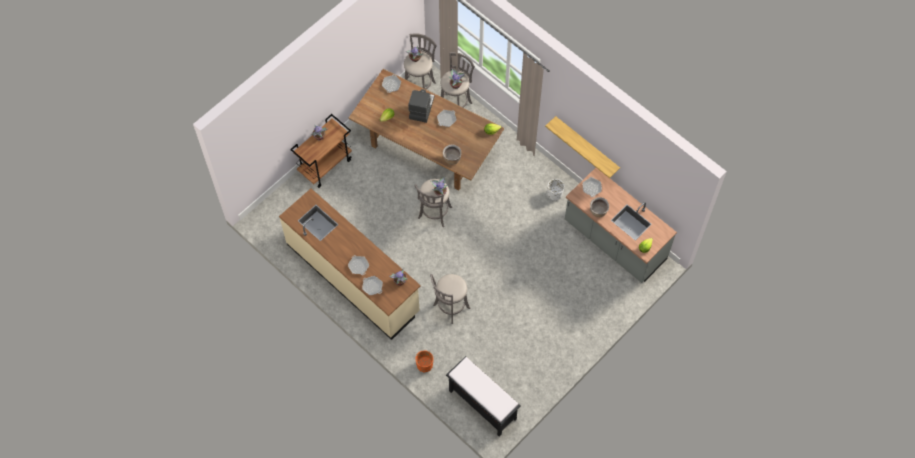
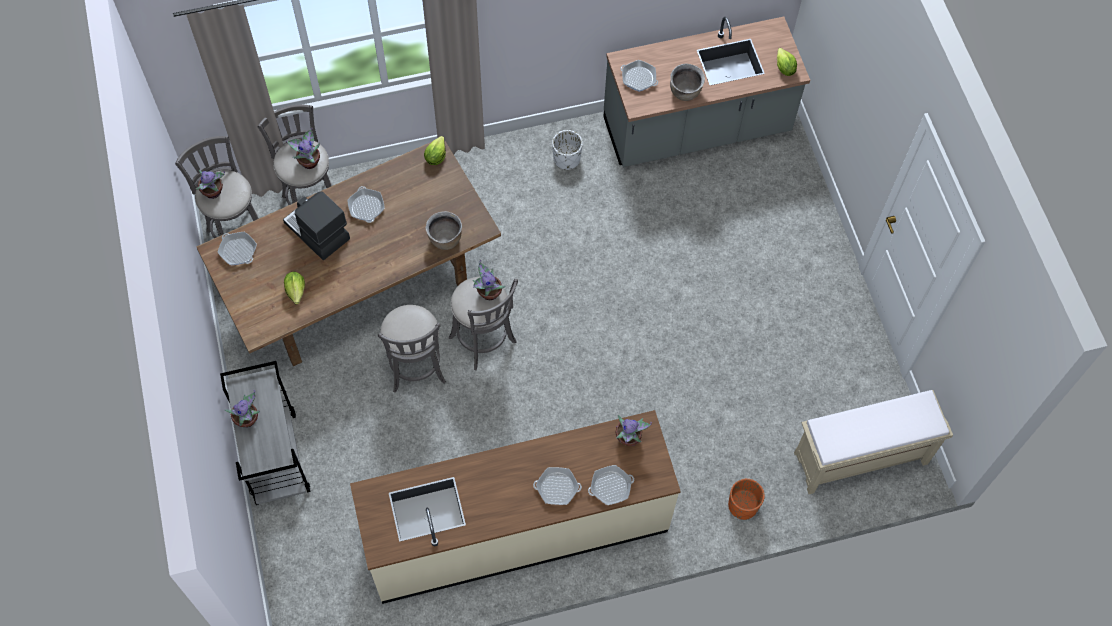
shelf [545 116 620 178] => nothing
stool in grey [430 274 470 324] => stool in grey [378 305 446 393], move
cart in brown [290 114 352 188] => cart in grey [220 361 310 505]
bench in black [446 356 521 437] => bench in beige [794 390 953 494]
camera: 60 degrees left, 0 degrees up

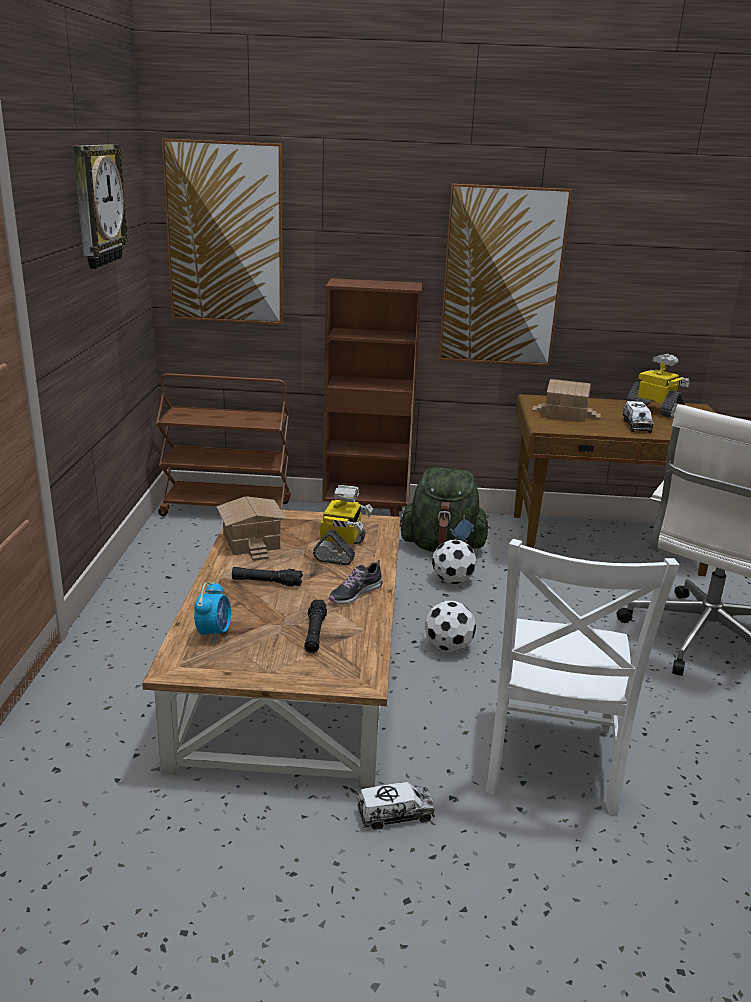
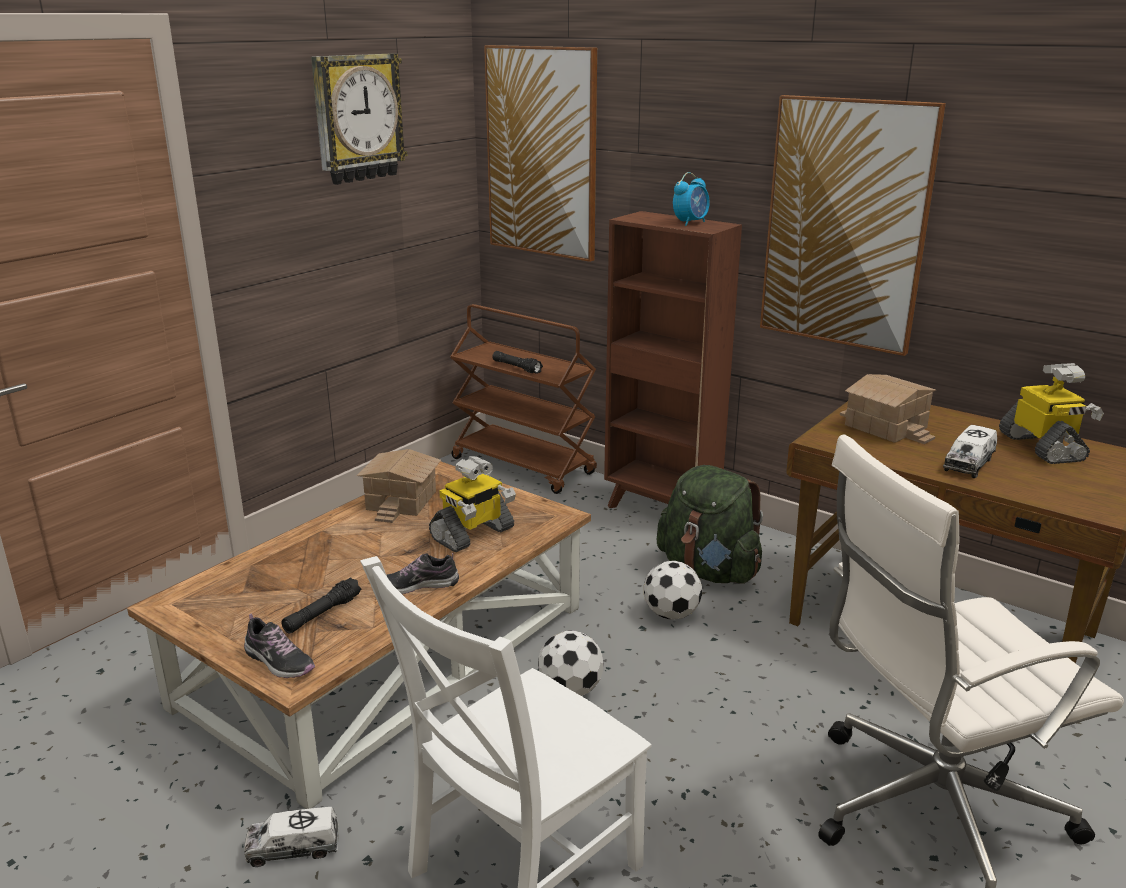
nothing => shoe [244 613 315 678]
alarm clock [194 581 231 644] => alarm clock [673 172 710 226], move
flashlight in black [232 567 303 587] => flashlight in black [492 351 543 374], move
toy truck [357 782 435 830] => toy truck [244 807 339 867], 150 degrees clockwise
camera: 35 degrees right, 0 degrees up

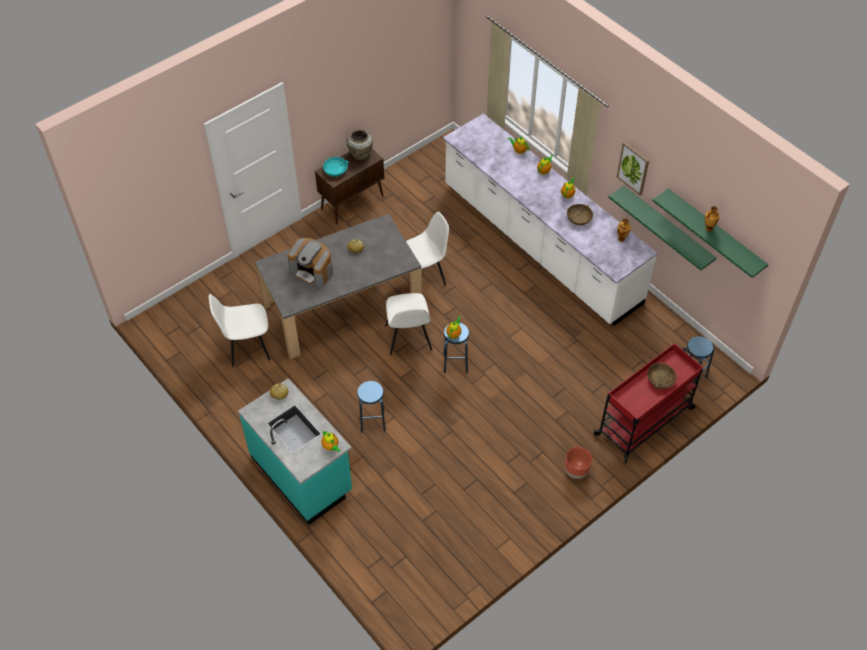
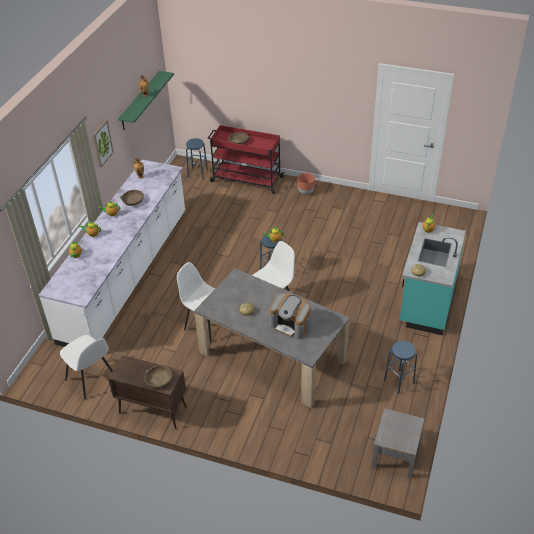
vase in beige [347 130 373 160] => nothing
shelf in green [608 186 717 271] => nothing
nothing => nightstand in grey [371 408 425 479]
chair in white [209 294 270 367] => chair in white [60 335 113 399], move
stool in blue [357 381 386 433] => stool in blue [384 341 417 393], move
bowl in turquoise [323 157 349 177] => bowl in brown [145 366 172 388]
coffee machine [288 238 333 287] => coffee machine [269 293 311 339], 120 degrees clockwise
camera: 120 degrees left, 10 degrees down

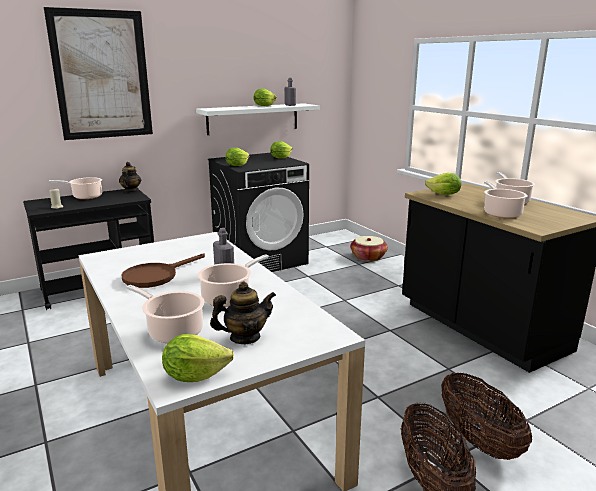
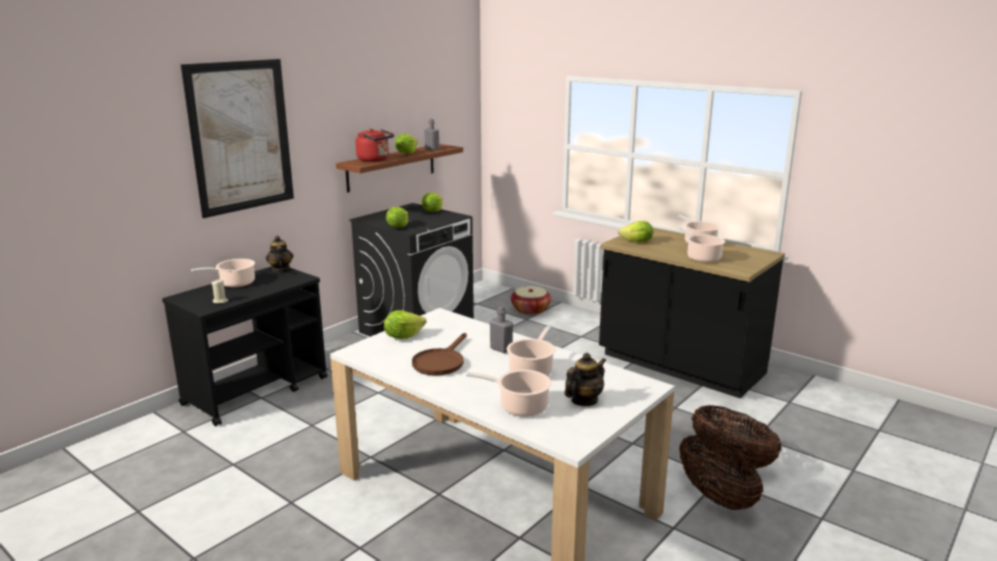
nothing => kettle in red [356 129 394 162]
lettuce [162 334 234 382] => lettuce [384 310 426 339], move
shelf in white [196 103 319 135] => shelf in brown [336 144 463 192]
camera: 20 degrees left, 0 degrees up

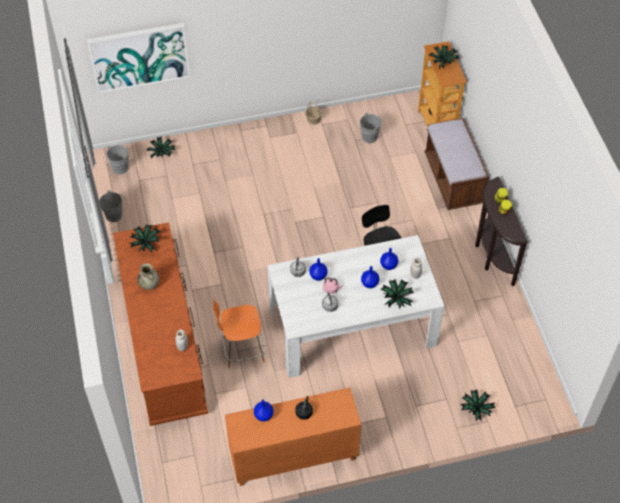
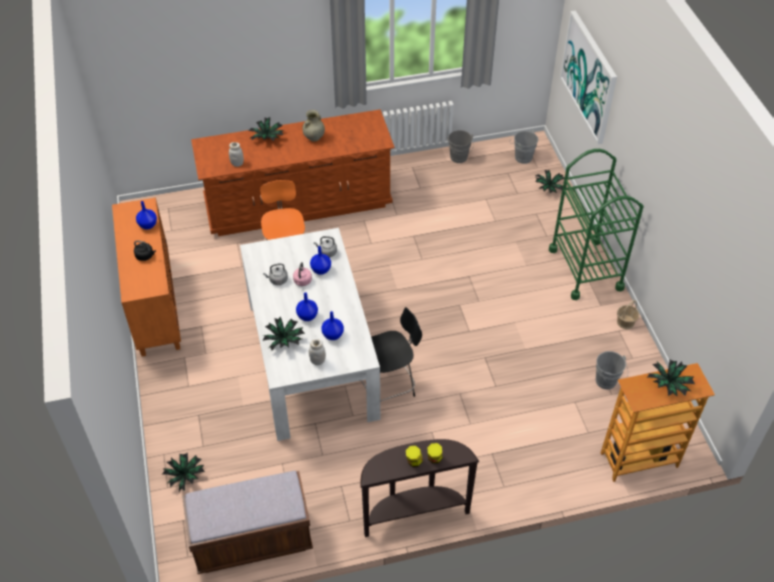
nothing => cart in green [549 149 643 300]
potted plant [129 225 161 253] => potted plant [248 117 284 141], move
bench in brown [424 118 489 210] => bench in brown [182 471 313 574], move
camera: 90 degrees right, 5 degrees down

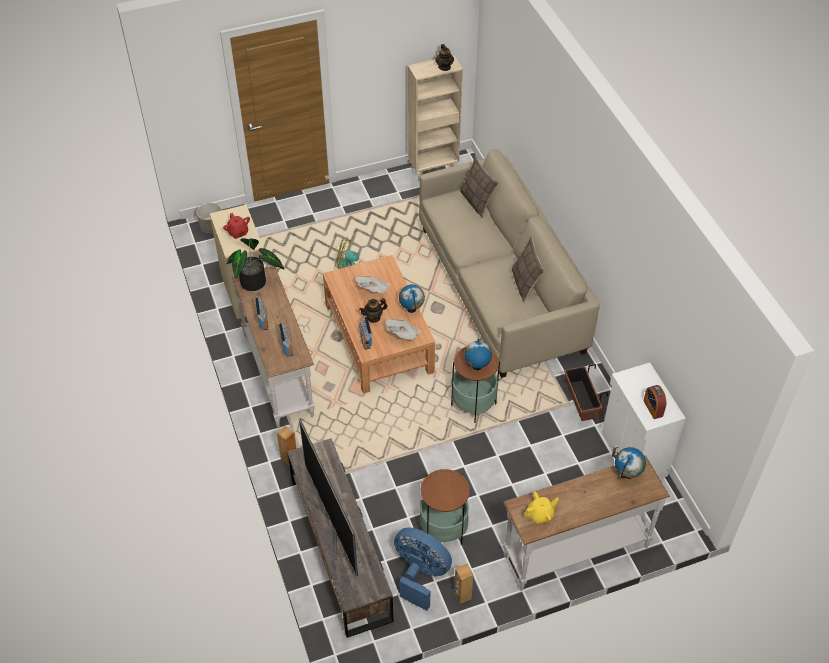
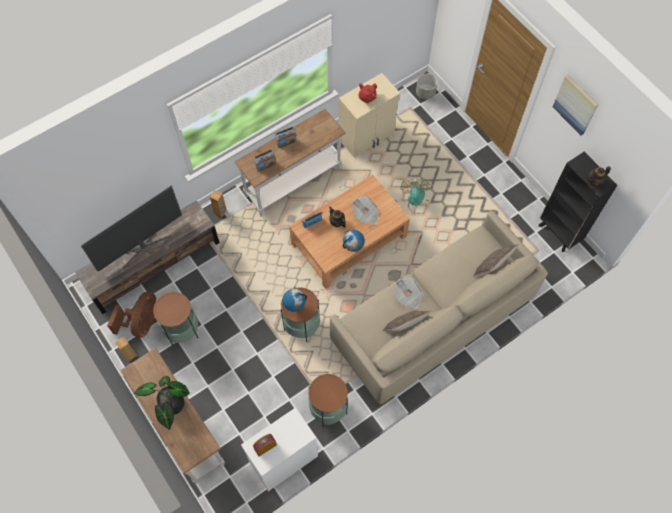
teapot in yellow [524 491 559 524] => nothing
globe [615 447 646 479] => nothing
nothing => picture [553 75 598 136]
potted plant [227 238 284 291] => potted plant [134 376 190 430], move
newspaper [385 318 422 340] => newspaper [394 277 423 309], move
planter [564 364 608 421] => side table [309 374 348 427]
fan in blue [394 527 452 611] => fan in brown [107 292 156 338]
bookcase in beige [408 55 463 181] => bookcase in black [539 152 617 252]
camera: 75 degrees right, 15 degrees up

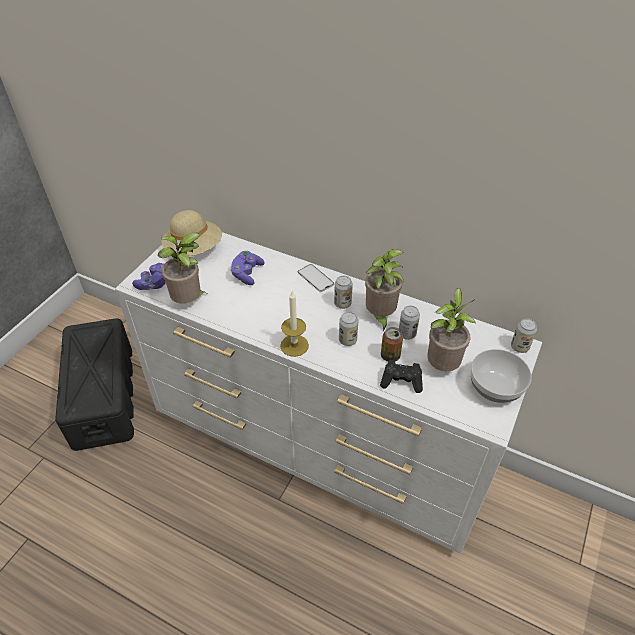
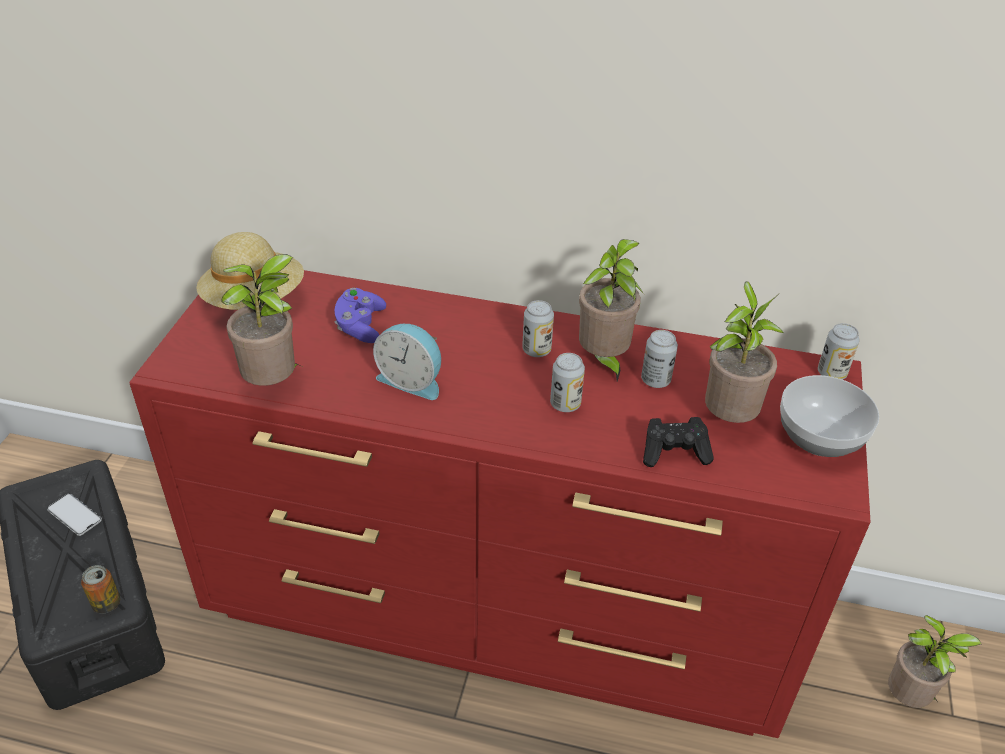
game controller in purple [132 263 166 290] => nothing
candle [280 291 309 357] => nothing
nothing => alarm clock [373 324 441 400]
nothing => potted plant [888 615 981 708]
phone [298 264 334 292] => phone [47 493 102 536], move
can [381 327 403 362] => can [81 565 120 614], move
dresser in white [115 232 542 554] => dresser in red [129 270 871 738]
camera: 15 degrees left, 5 degrees down

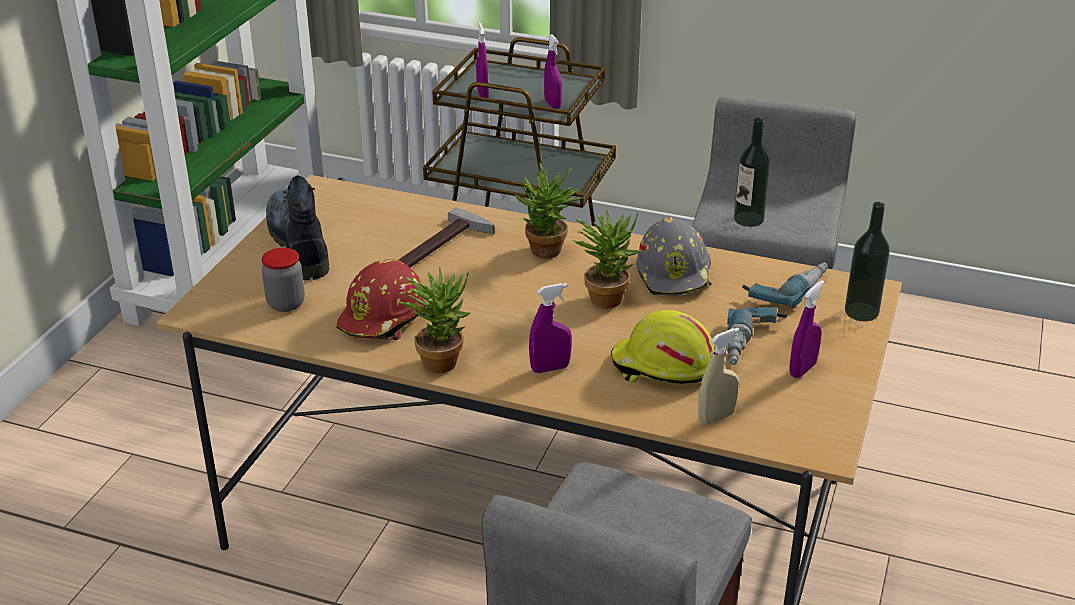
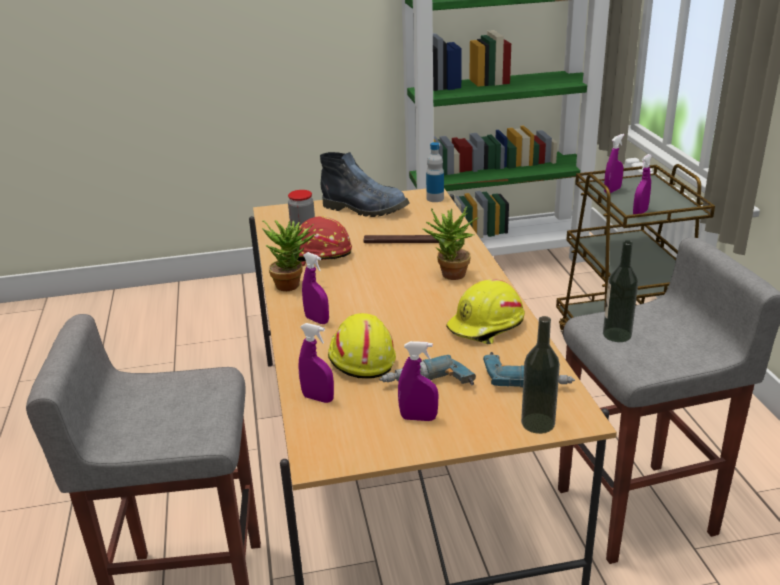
potted plant [571 209 641 309] => nothing
nothing => bottle [426 142 444 202]
hard hat in grey [636 217 712 296] => hard hat in yellow [446 279 525 345]
spray bottle in beige [698 327 740 424] => spray bottle in purple [298 323 334 403]
boot [266 175 329 280] => boot [320 152 409 217], 75 degrees clockwise
camera: 60 degrees right, 5 degrees down

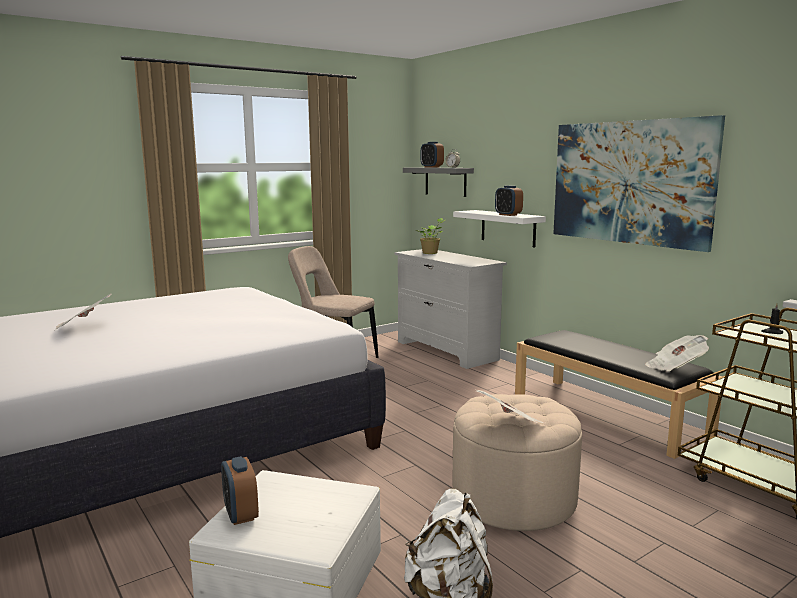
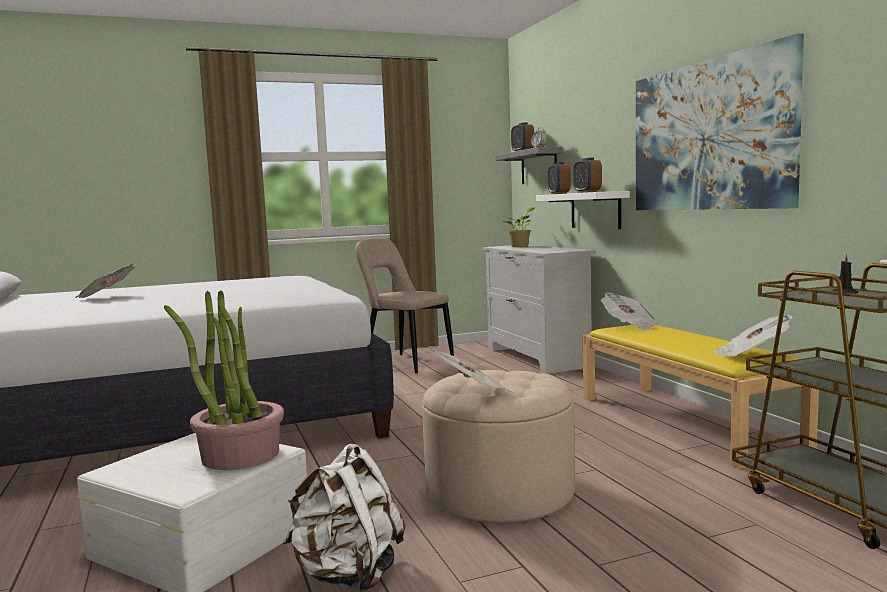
nothing => potted plant [164 290 284 470]
nothing => newspaper [601 293 658 331]
alarm clock [221 456 259 525] => alarm clock [548 162 571 194], move
bench in black [515 330 723 459] => bench in yellow [583 325 819 469]
camera: 15 degrees right, 5 degrees down

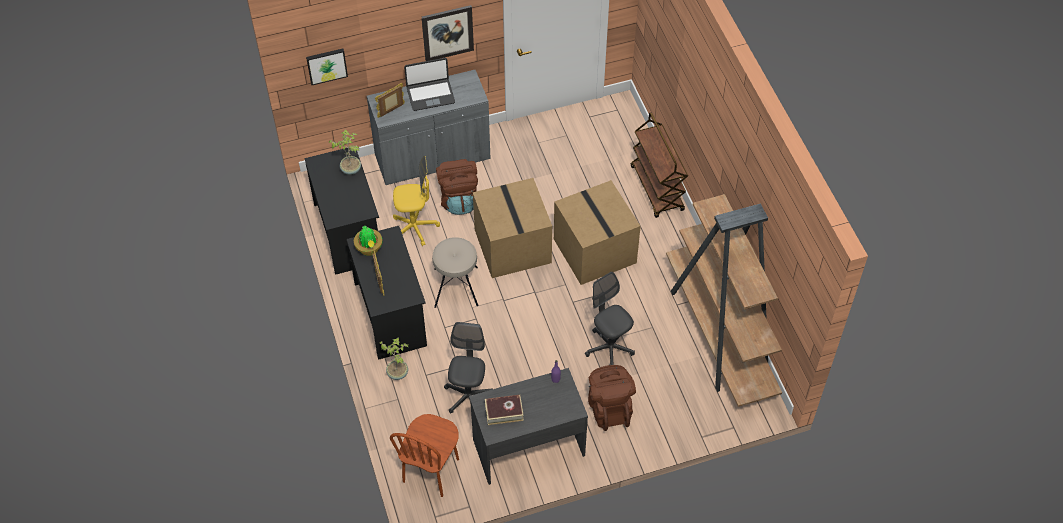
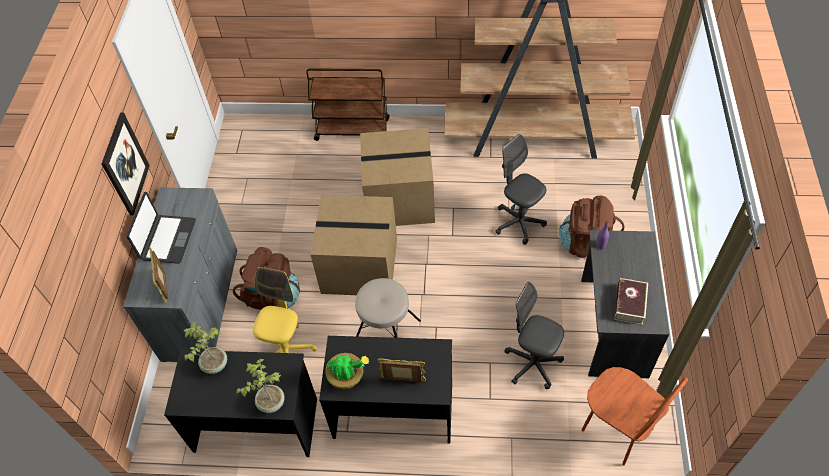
picture [306 48 348 85] => nothing
potted plant [379 337 408 380] => potted plant [236 358 285 413], move
office chair in grey [585 272 635 365] => office chair in grey [495 134 547 245], 60 degrees clockwise
camera: 65 degrees left, 0 degrees up

